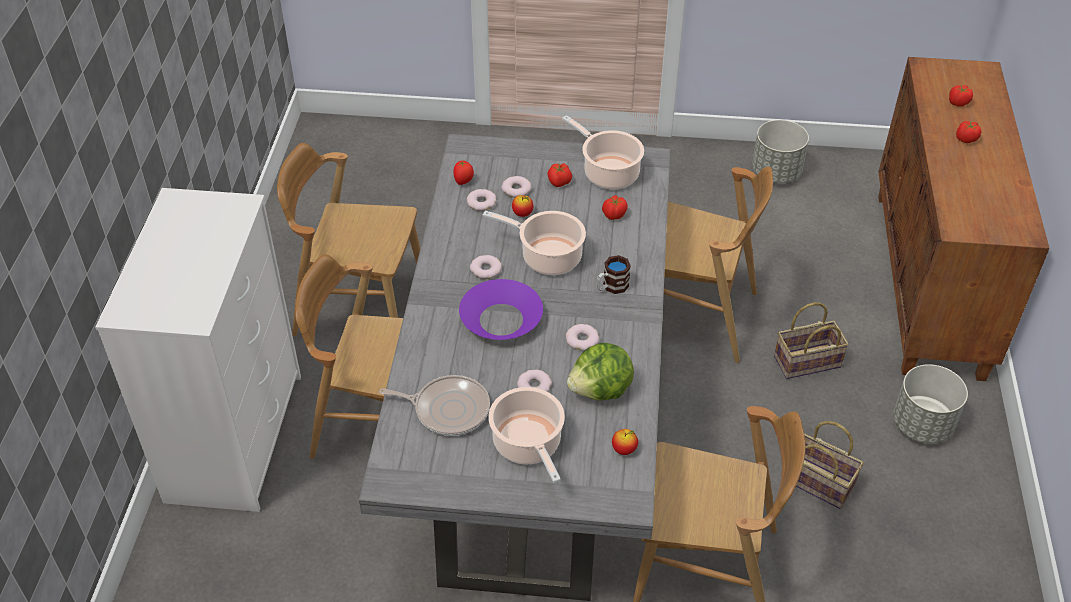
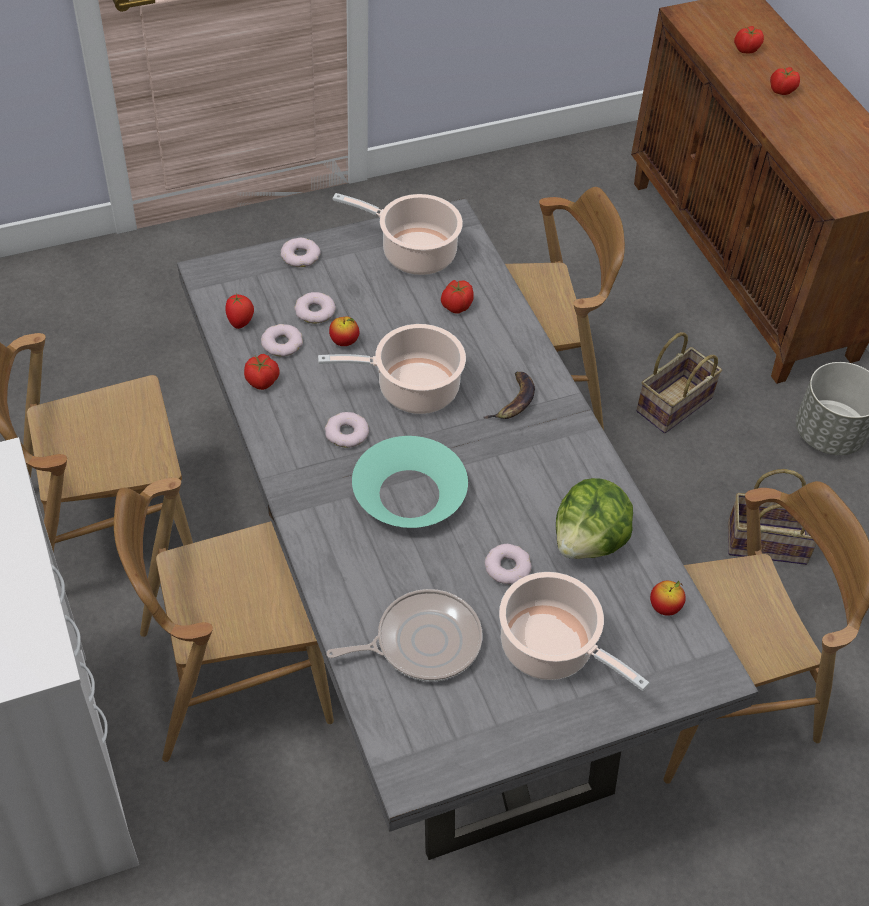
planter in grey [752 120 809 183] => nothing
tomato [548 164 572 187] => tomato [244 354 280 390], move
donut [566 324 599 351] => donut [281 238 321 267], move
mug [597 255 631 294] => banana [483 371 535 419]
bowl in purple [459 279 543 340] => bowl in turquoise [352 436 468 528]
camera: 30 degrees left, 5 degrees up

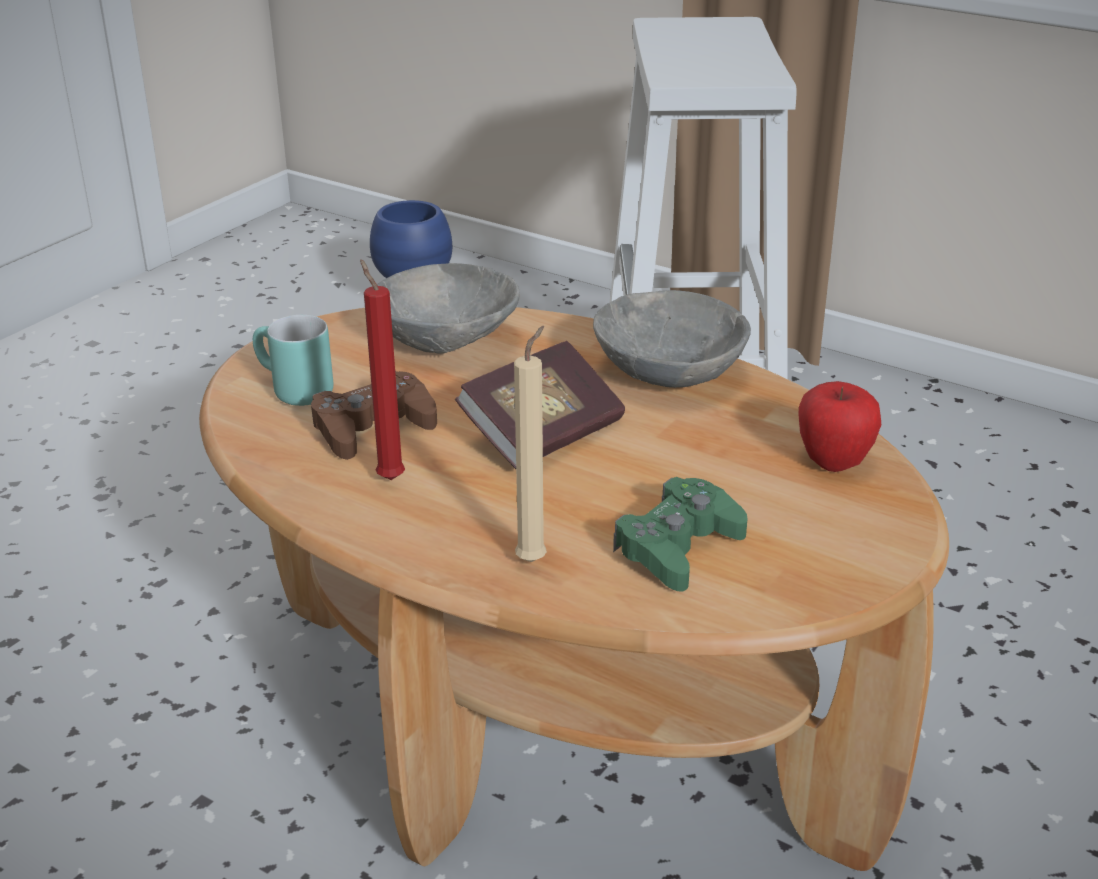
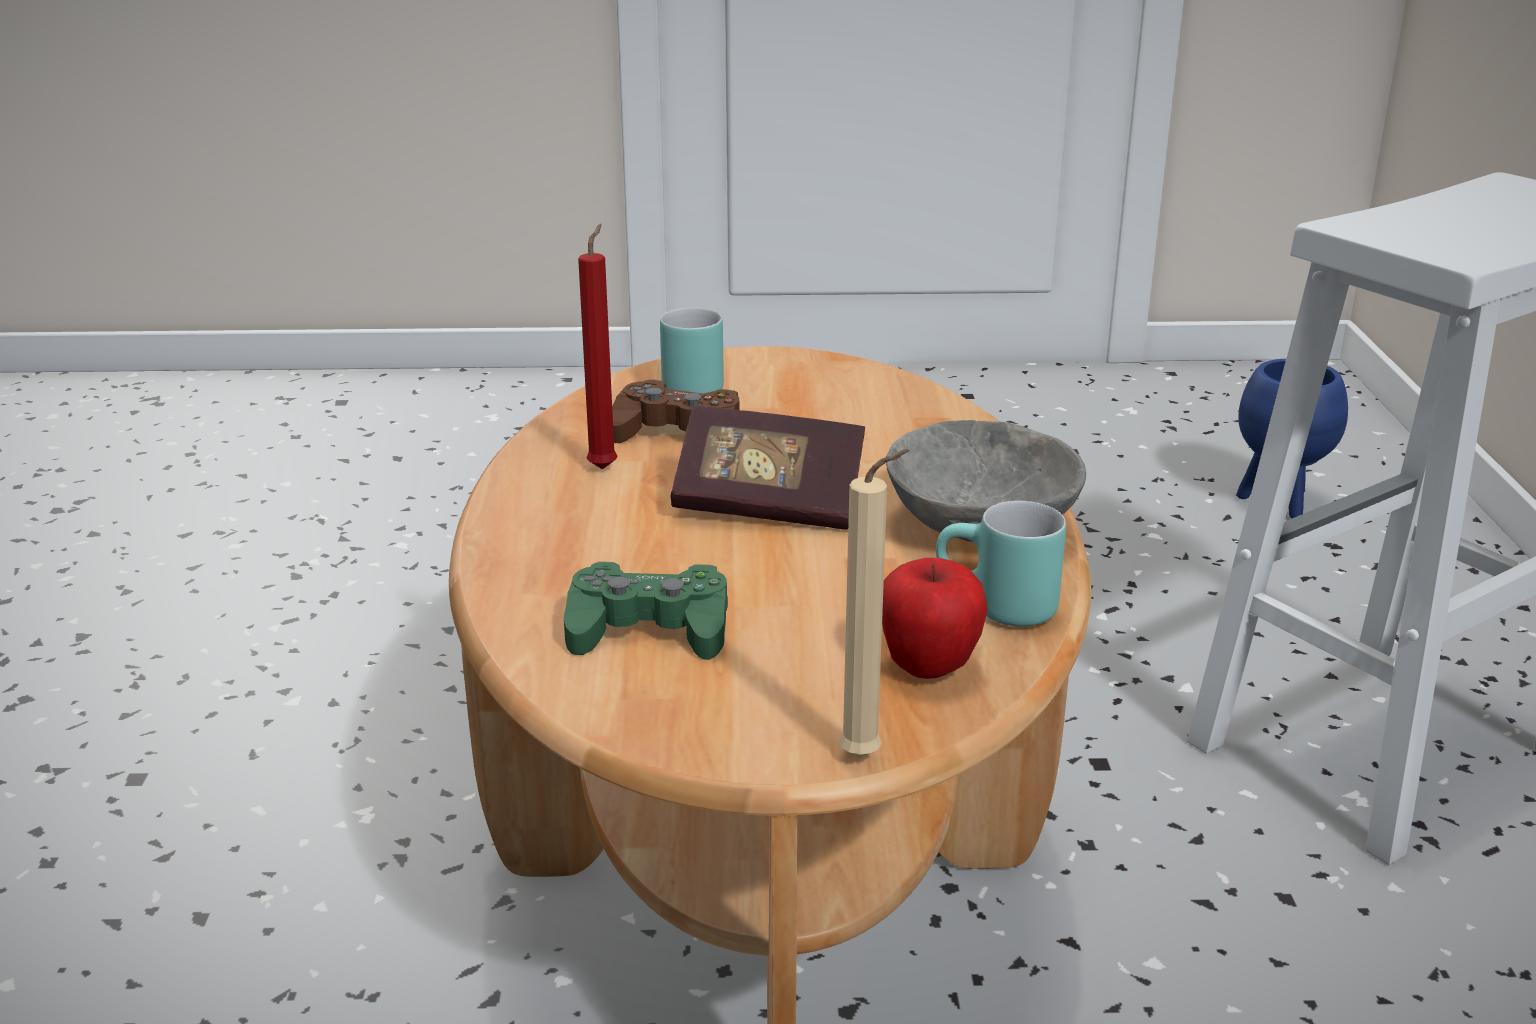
bowl in grey [377 263 520 353] => nothing
nothing => mug in turquoise [936 501 1066 627]
candle in beige [514 326 547 562] => candle in beige [839 449 909 757], move
camera: 55 degrees right, 5 degrees down

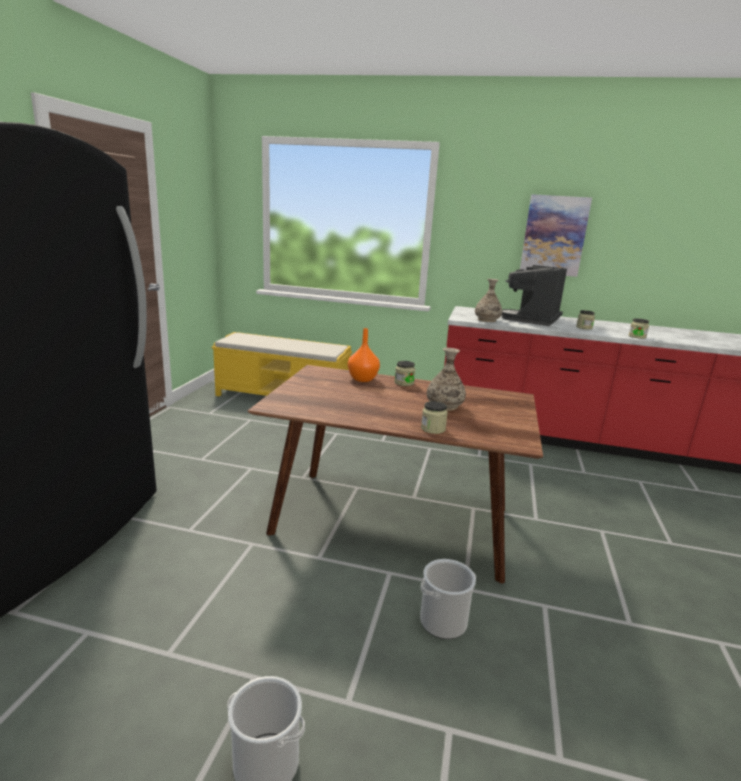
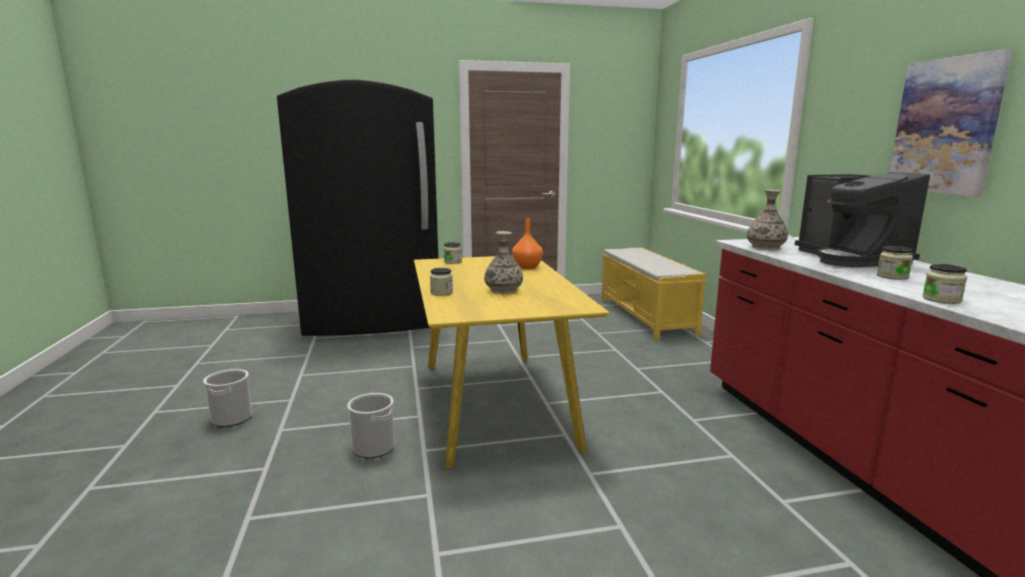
jar [394 361 415 386] => jar [444 242 462 264], move
dining table in brown [248 365 543 584] => dining table in yellow [414 256 609 468]
coffee machine [502 265 567 326] => coffee machine [795 172 930 267], 105 degrees counterclockwise
camera: 65 degrees right, 5 degrees down

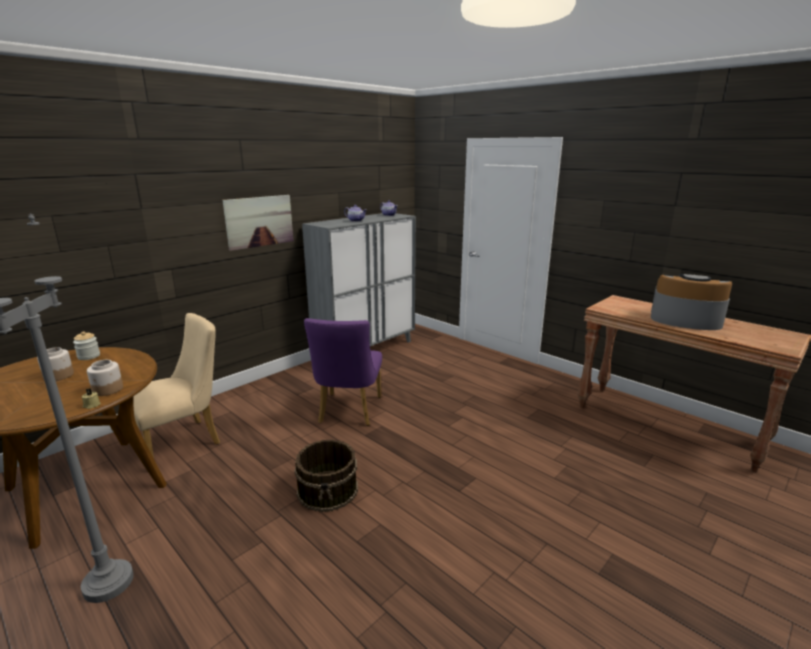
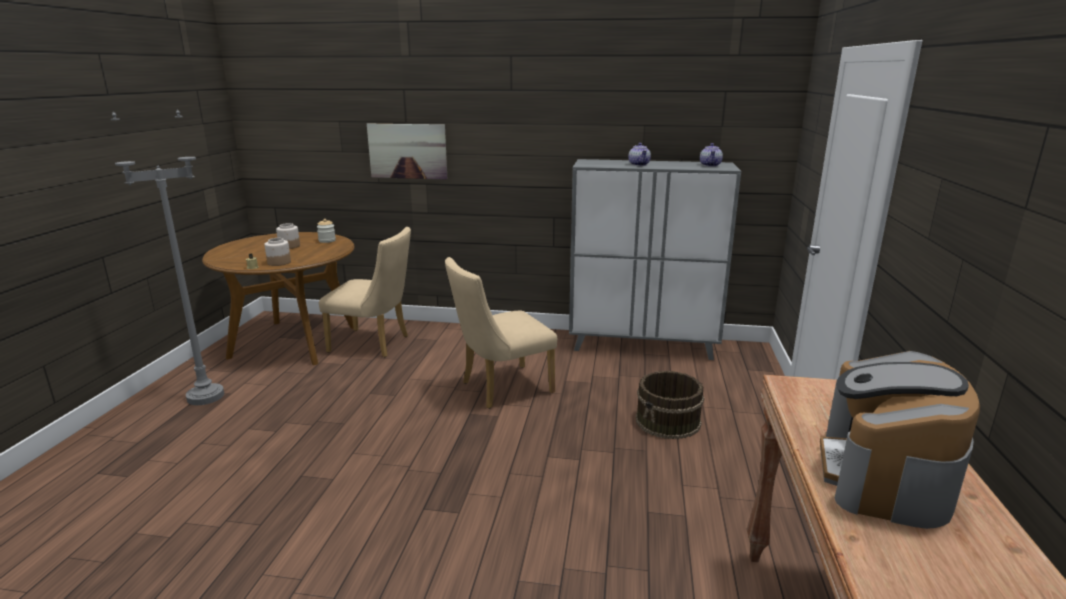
picture [223 195 294 251] => picture [367 124 447 179], move
bucket in brown [294 439 358 512] => bucket in brown [635 371 704 439], move
chair in purple [304 318 382 426] => chair in beige [445 257 557 409]
coffee machine [651 274 732 330] => coffee machine [820 351 980 529], 150 degrees counterclockwise
camera: 55 degrees right, 0 degrees up

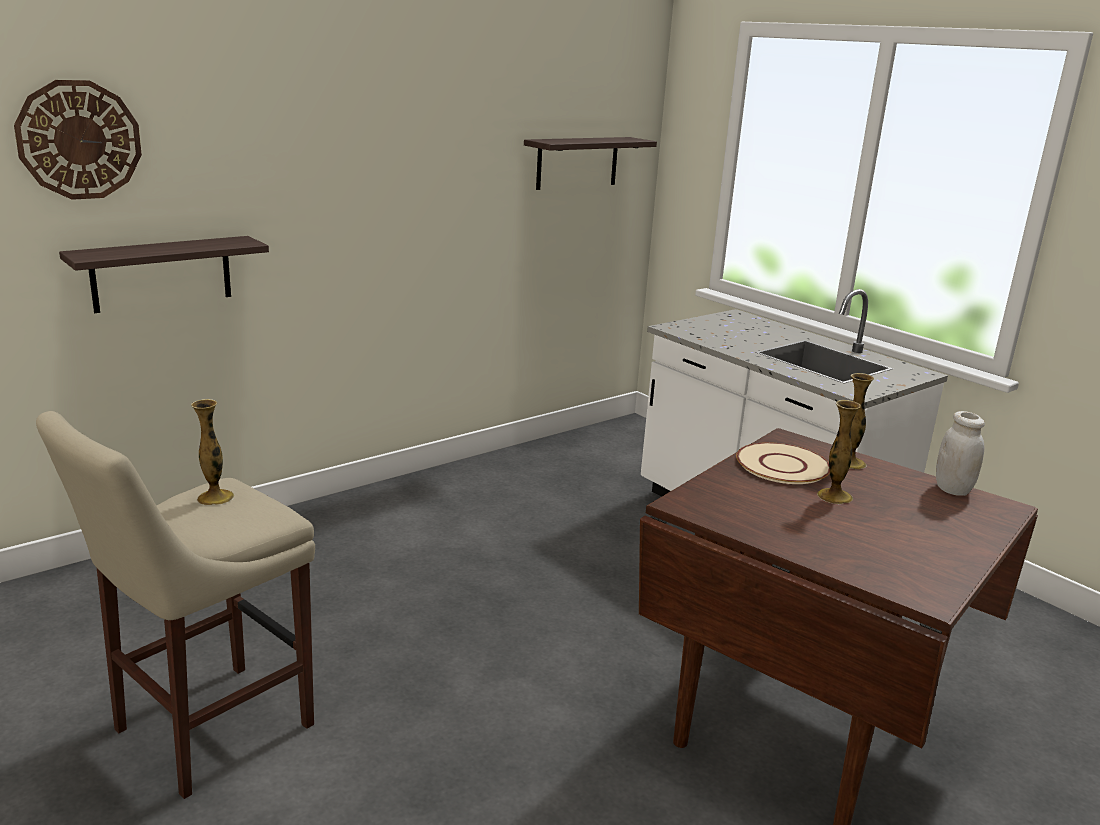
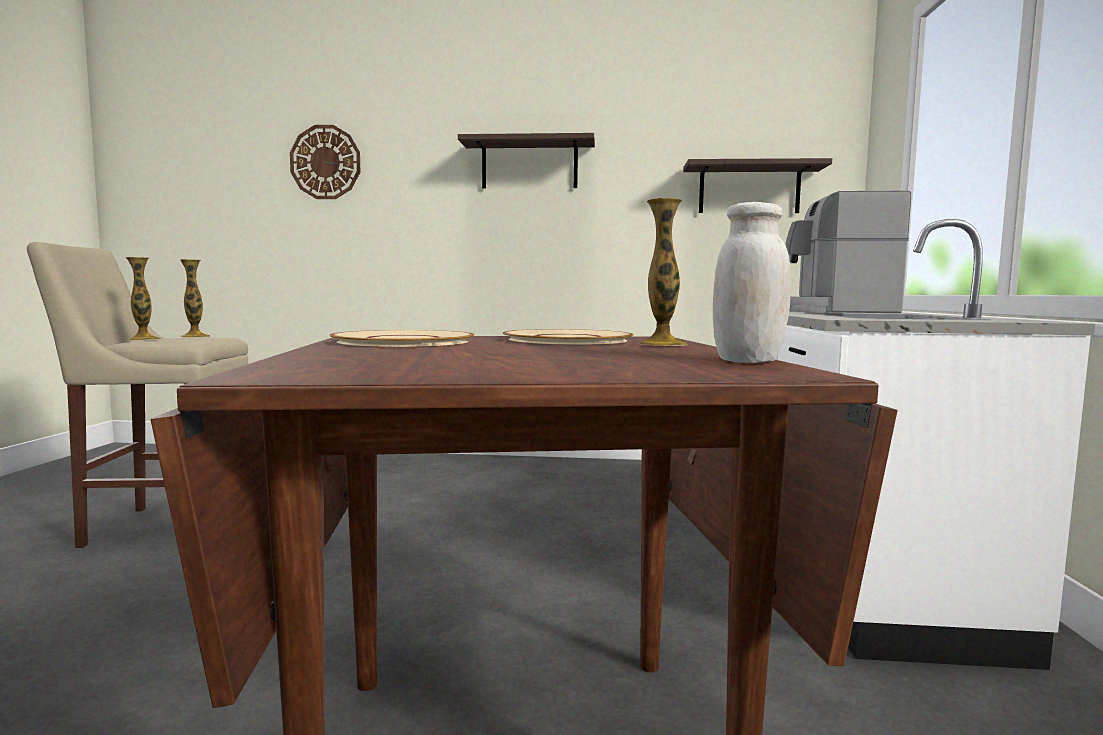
nothing => plate in beige [329 330 474 347]
nothing => coffee machine [785 190 911 313]
shelf [59 236 269 313] => shelf [458 133 595 188], move
vase [817 400 861 504] => vase [126 257 160 340], move
camera: 45 degrees right, 15 degrees down

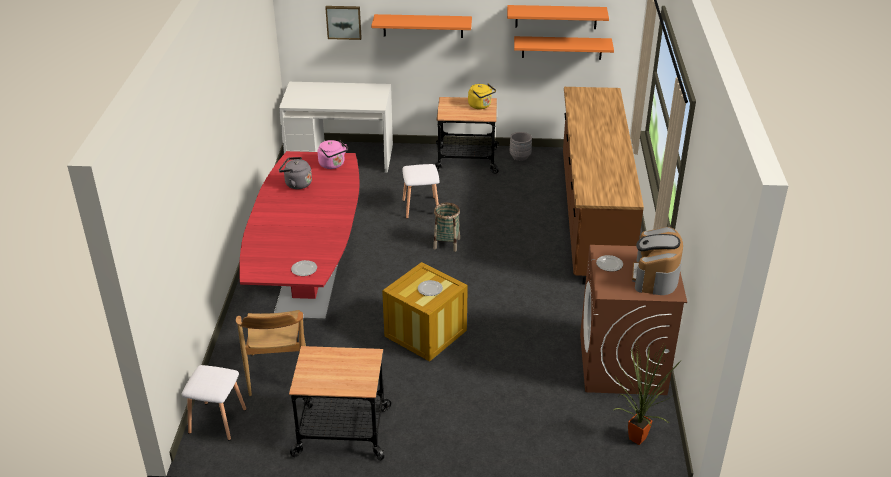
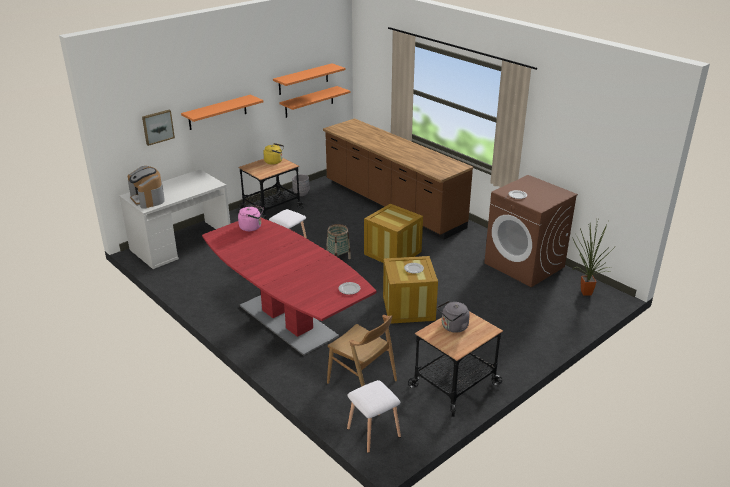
nothing => crate [364 204 423 263]
kettle in grey [279 157 312 189] => kettle in grey [437 301 470 333], move
coffee machine [632 227 683 295] => coffee machine [128 166 165 209], move
camera: 45 degrees left, 5 degrees down

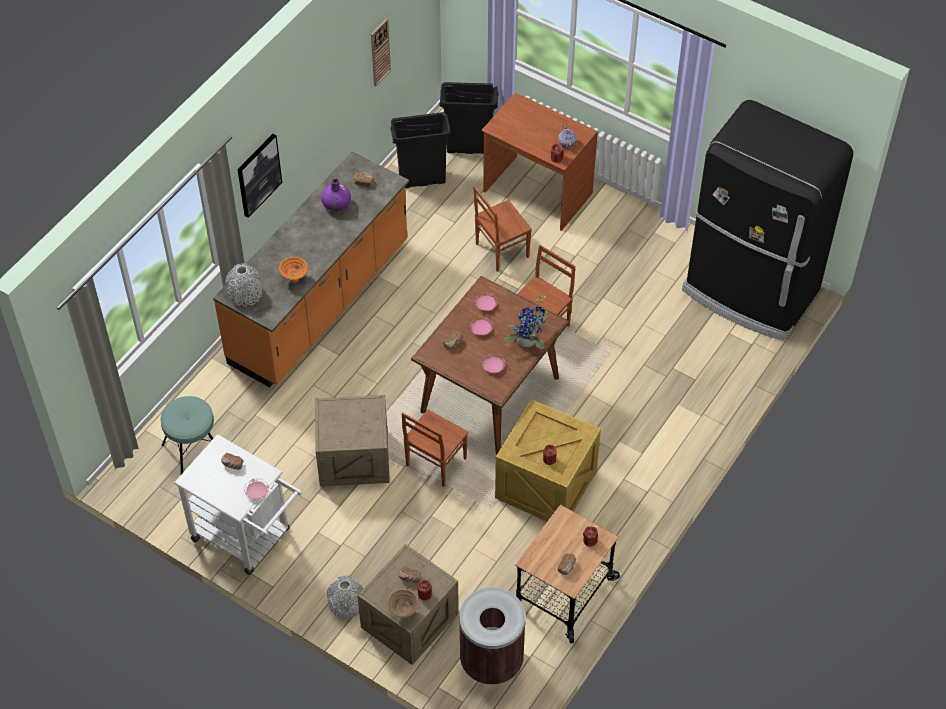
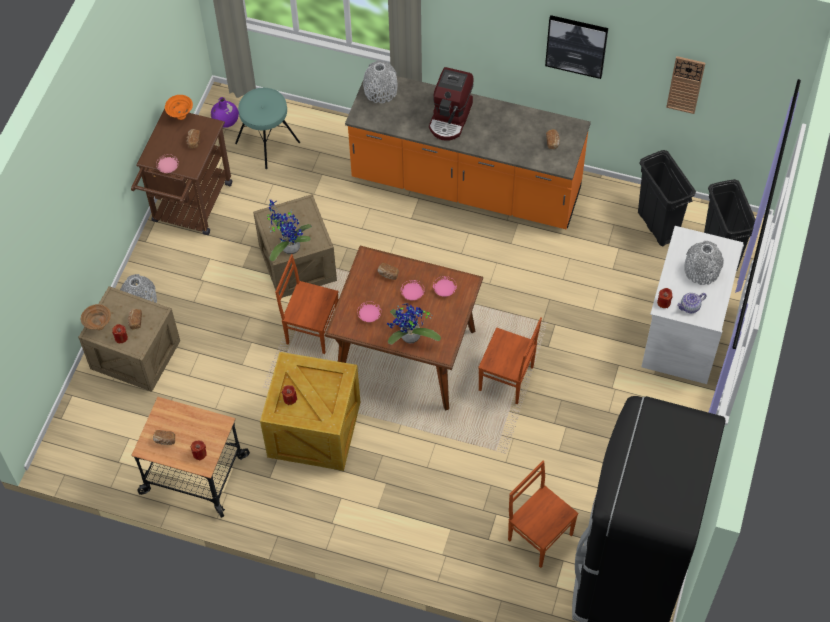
trash can in brown [459 587 526 685] => nothing
nothing => potted plant [267 200 312 261]
nothing => coffee machine [429 67 474 141]
nothing => vase in grey [684 241 724 285]
picture [237 134 282 218] => picture [545 15 608 79], move
bowl in orange [279 257 308 282] => bowl in orange [165 95 193 120], move
vase in purple [321 179 351 212] => vase in purple [211 97 239 128], move
chair in brown [473 186 532 272] => chair in brown [508 461 578 568], move
cart in white [174 434 302 575] => cart in brown [131 108 232 235]
desk in brown [481 93 598 231] => desk in white [641 226 744 384]
camera: 75 degrees right, 5 degrees up

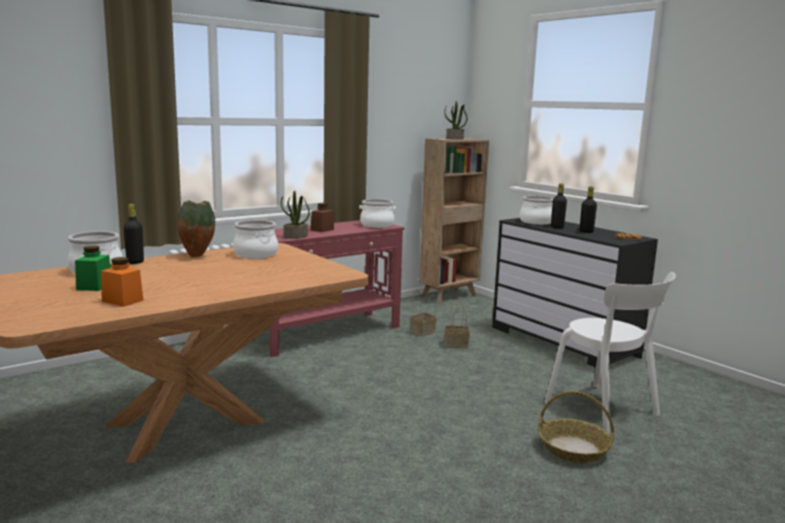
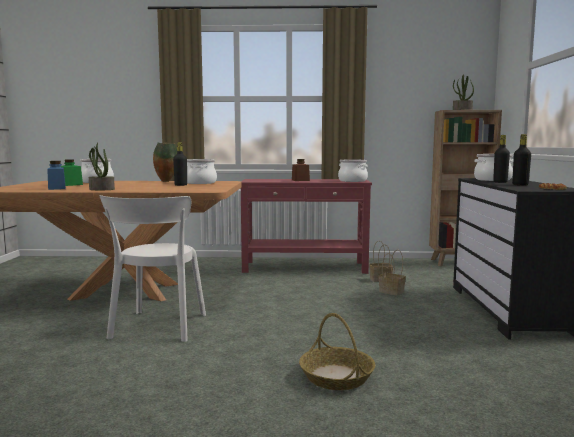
bottle in black [124 204 144 264] => bottle in black [173 142 187 186], move
potted plant [281 190 310 239] => potted plant [89 142 115 190], move
chair in white [544 272 676 434] => chair in white [100 195 206 342], move
jar in orange [101 257 144 307] => jar in blue [47 161 66 190]
camera: 40 degrees right, 5 degrees down

